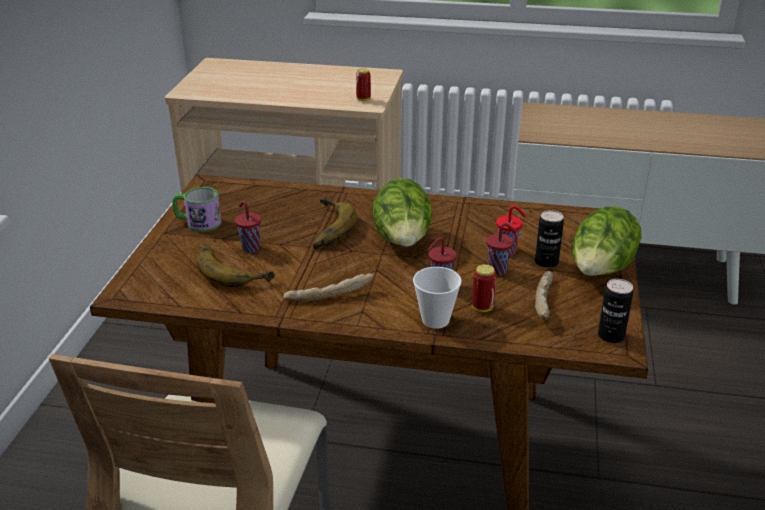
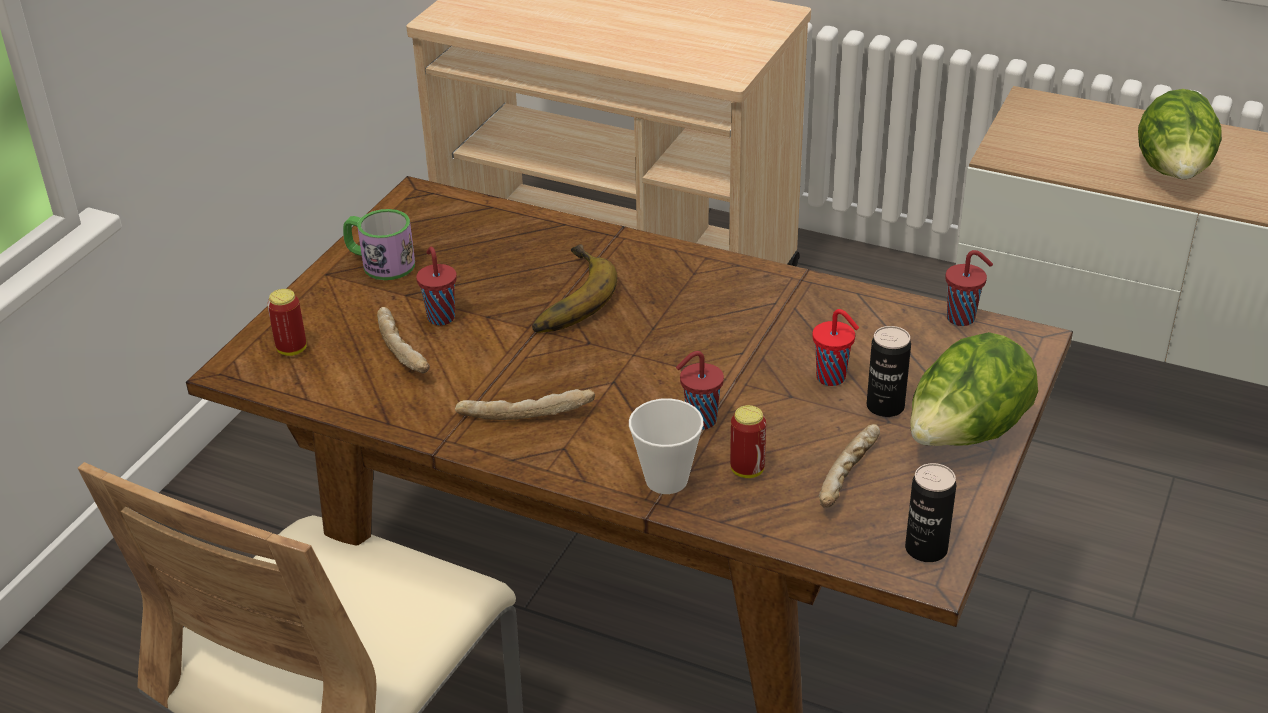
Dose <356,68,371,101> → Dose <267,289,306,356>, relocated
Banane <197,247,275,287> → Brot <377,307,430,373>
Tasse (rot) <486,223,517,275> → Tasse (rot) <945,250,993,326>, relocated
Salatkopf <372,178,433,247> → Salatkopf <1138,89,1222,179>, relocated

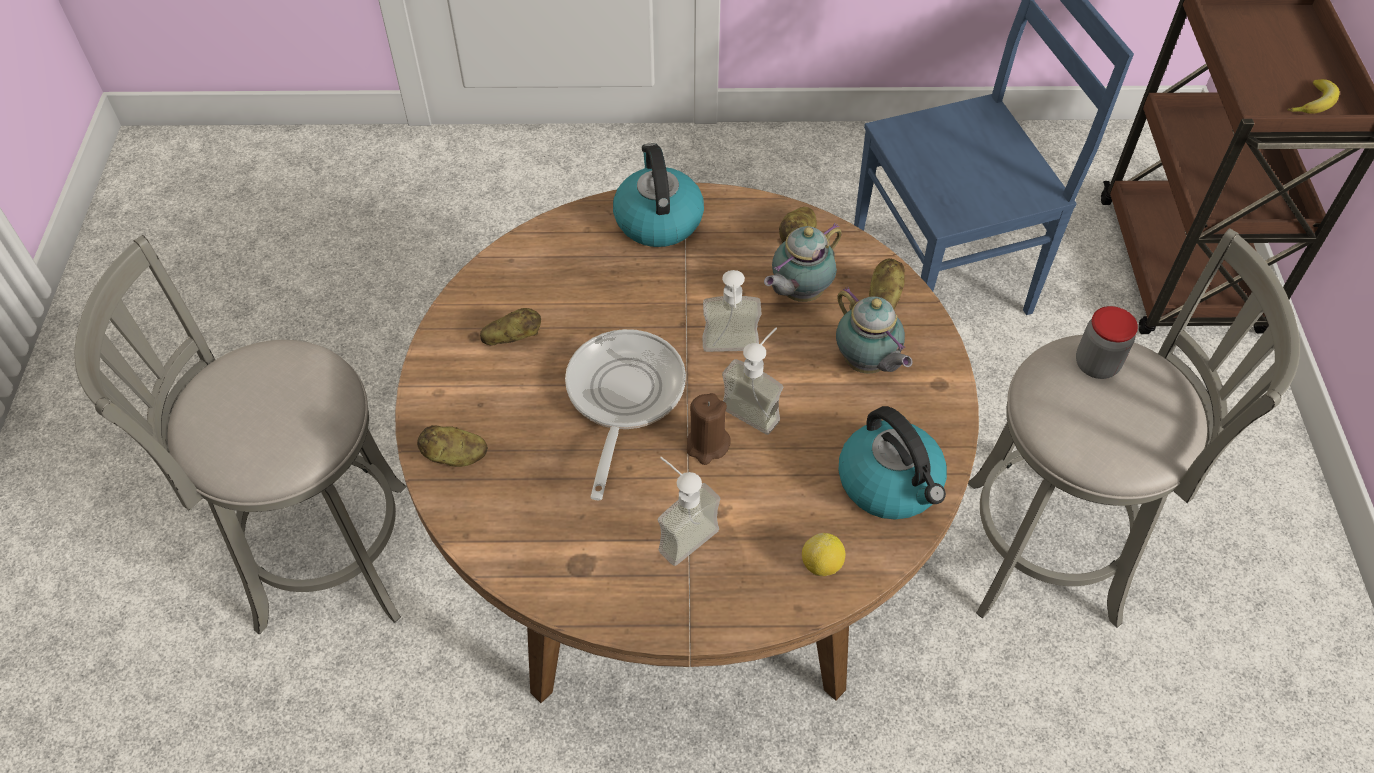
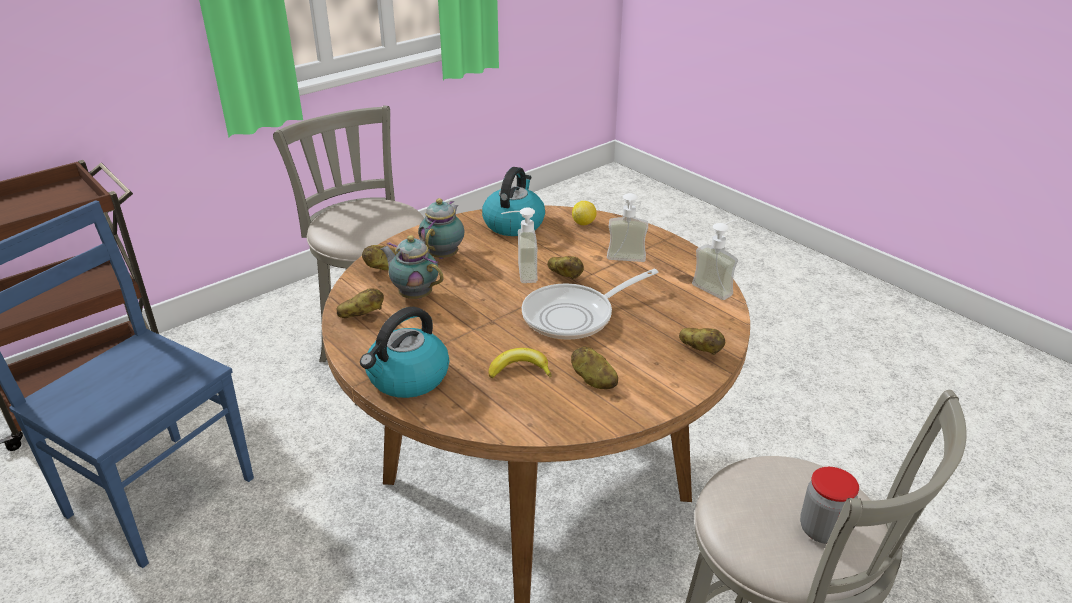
Teekanne <764,223,842,302> → Teekanne <381,235,444,299>, 150 degrees counterclockwise
Banane <1287,79,1340,114> → Banane <489,348,552,378>, relocated
Kerze (braun) <687,393,731,465> → Kartoffel <547,256,584,279>
Seifenspender <702,270,762,352> → Seifenspender <692,219,738,300>, relocated
Vorratsglas <1076,306,1138,379> → Vorratsglas <800,467,859,544>, relocated

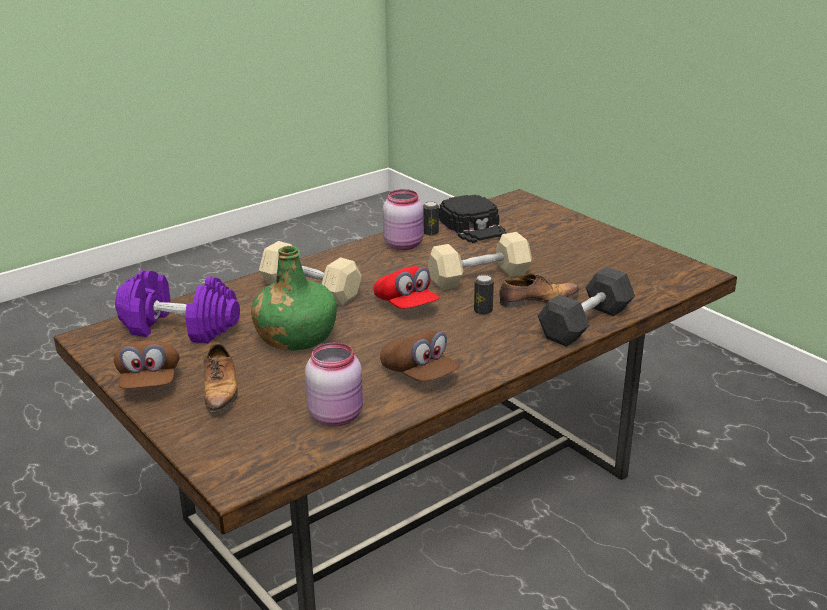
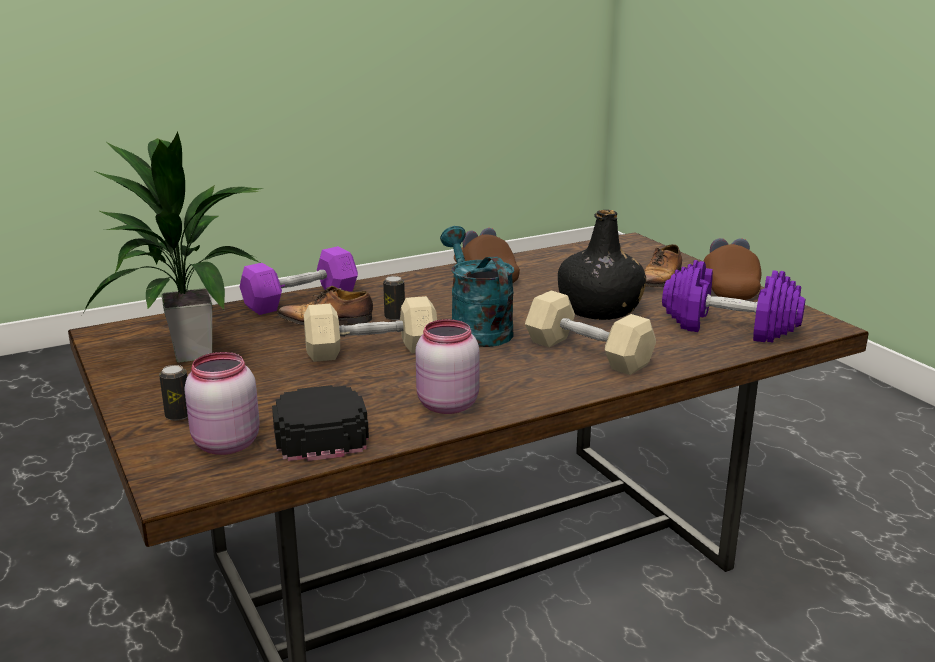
- → Topfpflanze <82,131,264,363>
Dose <423,201,439,236> → Dose <159,365,188,421>, relocated
Vorratsglas (rosa) <305,342,363,427> → Vorratsglas (rosa) <185,352,260,455>, relocated
Hantel (grau) <538,267,635,347> → Hantel (lila) <240,246,358,315>
Kappe (rot) <374,266,439,309> → Gießkanne (türkis) <440,226,514,347>
Flasche (grün) <251,246,337,351> → Flasche (schwarz) <558,210,646,320>
Schuh <204,343,238,412> → Schuh <644,244,682,287>, 150 degrees counterclockwise

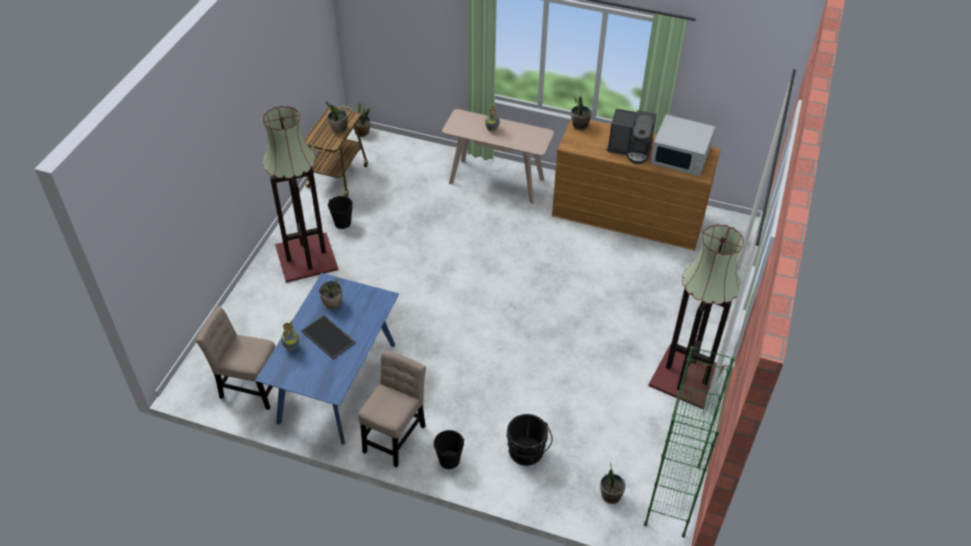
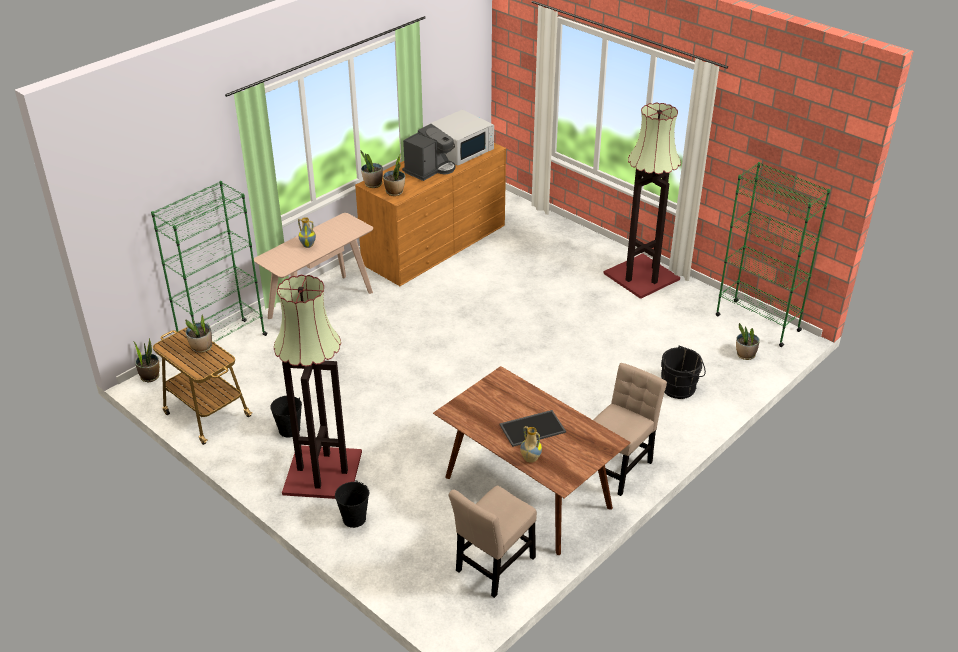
- → Bücherregal (grün) <151,181,267,342>
Eimer (schwarz) <434,430,464,469> → Eimer (schwarz) <335,480,369,528>, relocated
Topfpflanze <319,277,343,309> → Topfpflanze <383,154,405,196>, relocated
Esstisch (blau) <255,273,399,445> → Esstisch (braun) <433,366,631,555>
Stuhl (beige) <358,350,426,467> → Stuhl (beige) <587,363,667,496>, 75 degrees clockwise

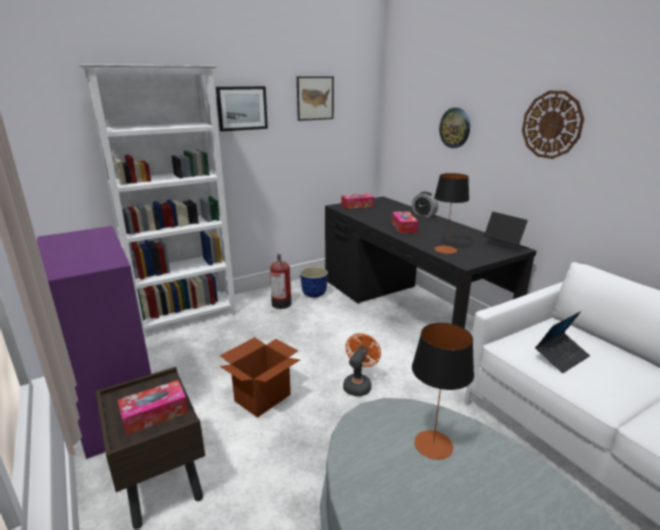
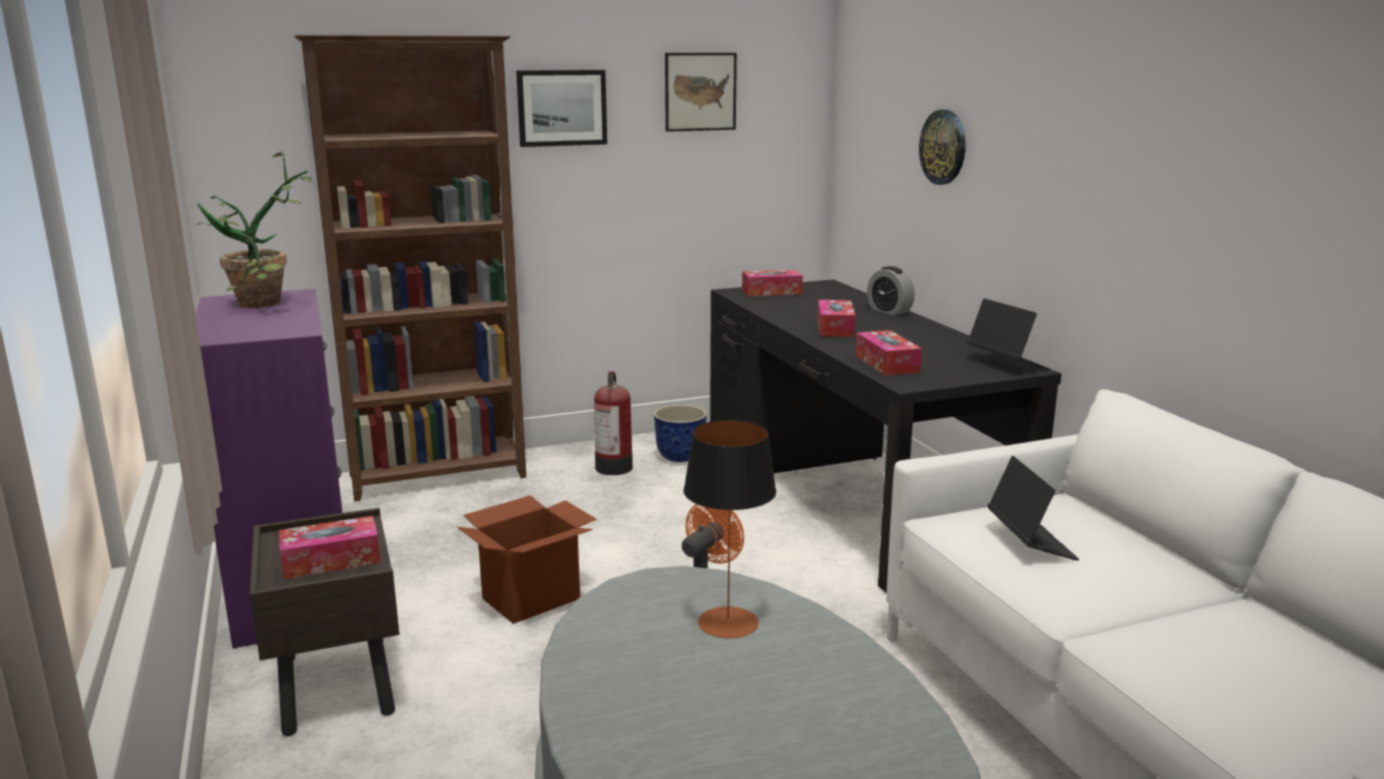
- → Topfpflanze <196,152,313,308>
Bücherregal (weiß) <79,64,236,338> → Bücherregal (braun) <294,35,526,501>
Tischlampe <434,173,469,254> → Taschentuchbox <855,330,922,376>
Laptop <535,312,590,373> → Laptop <988,456,1079,561>, 75 degrees counterclockwise
Wanduhr <522,91,584,159> → -

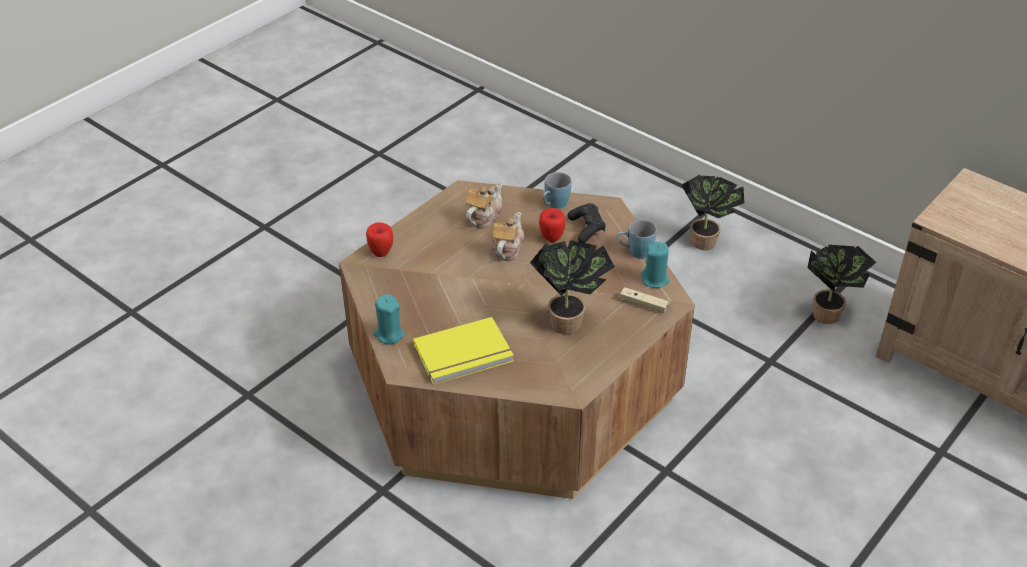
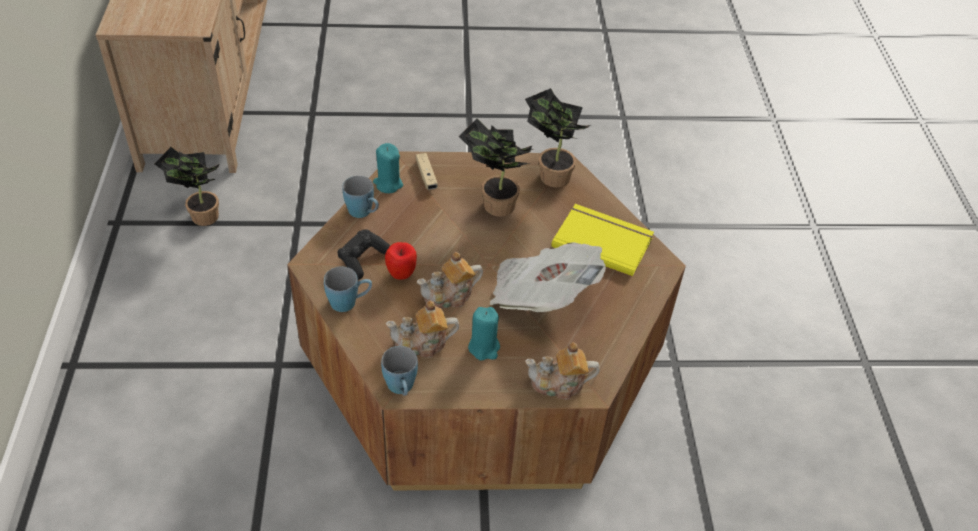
- → Henkelbecher (blau) <381,346,418,396>
Kerze (türkis) <373,294,405,345> → Kerze (türkis) <468,307,500,361>, relocated
- → Zeitung <490,242,606,312>
Topfpflanze <681,174,744,250> → Topfpflanze <525,88,591,187>, relocated
Apfel <366,222,393,257> → Teekanne <525,342,600,400>

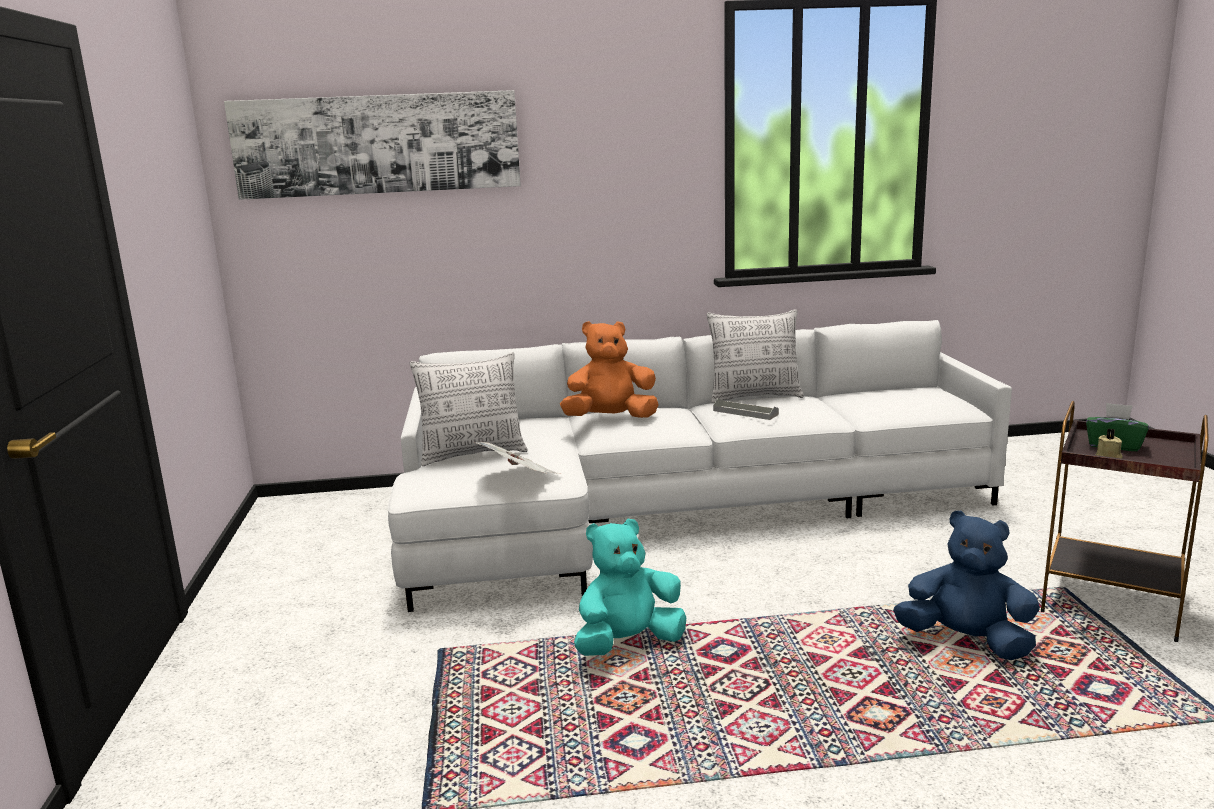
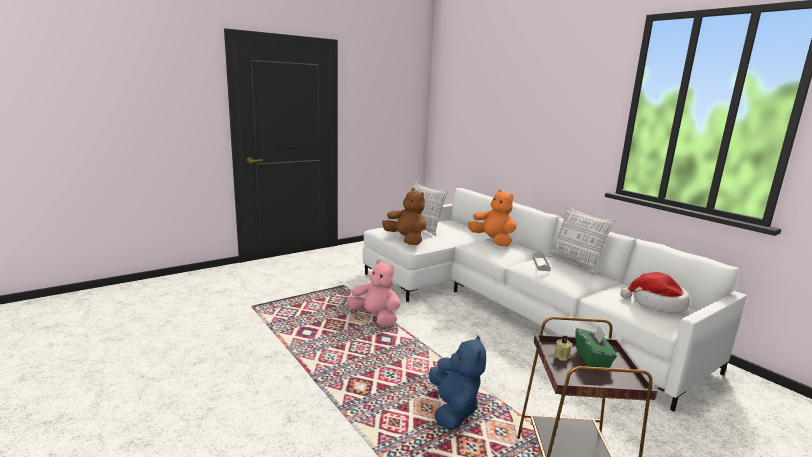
Plüschtier (türkis) <574,519,686,656> → Plüschtier (rosa) <346,260,400,326>
Zeitung <473,442,561,474> → Plüschtier (braun) <382,188,426,245>
- → Hut <620,272,690,313>
Bild <224,90,521,200> → -

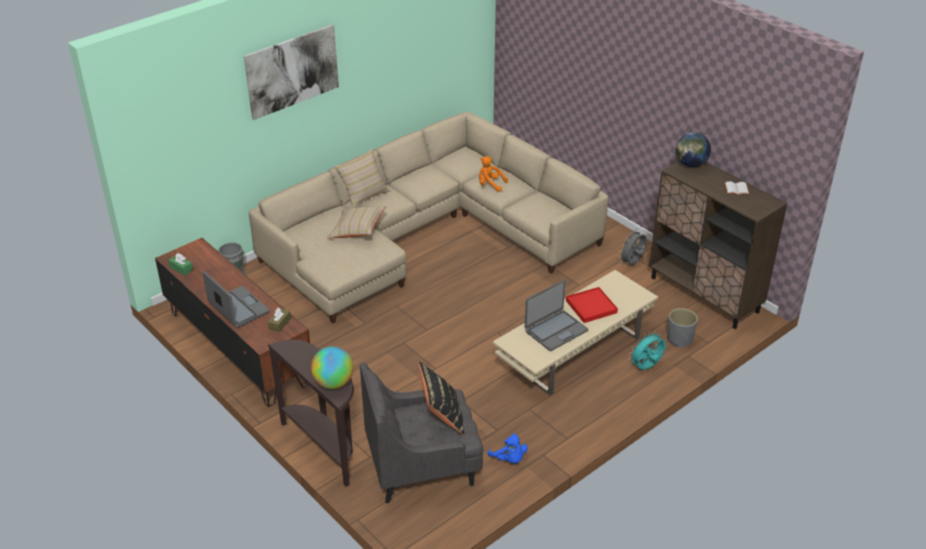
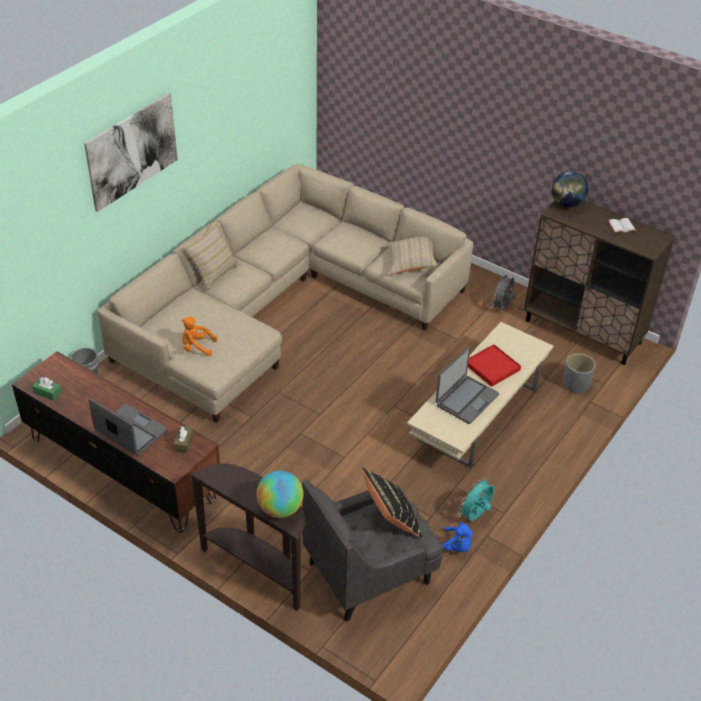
Plüschtier (orange) <479,156,508,192> → Plüschtier (orange) <181,317,217,356>, relocated
Kissen (beige) <327,206,386,238> → Kissen (beige) <386,236,437,275>, relocated
Ventilator (türkis) <629,331,666,370> → Ventilator (türkis) <458,477,495,521>, relocated

